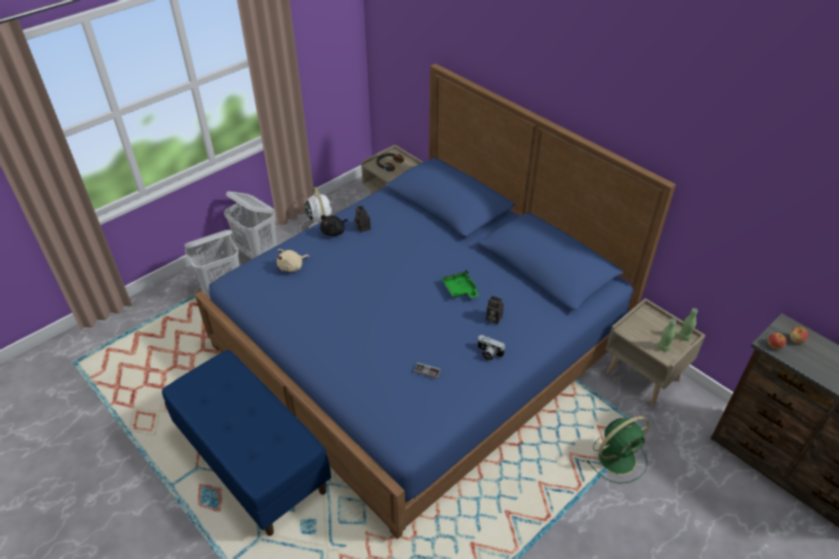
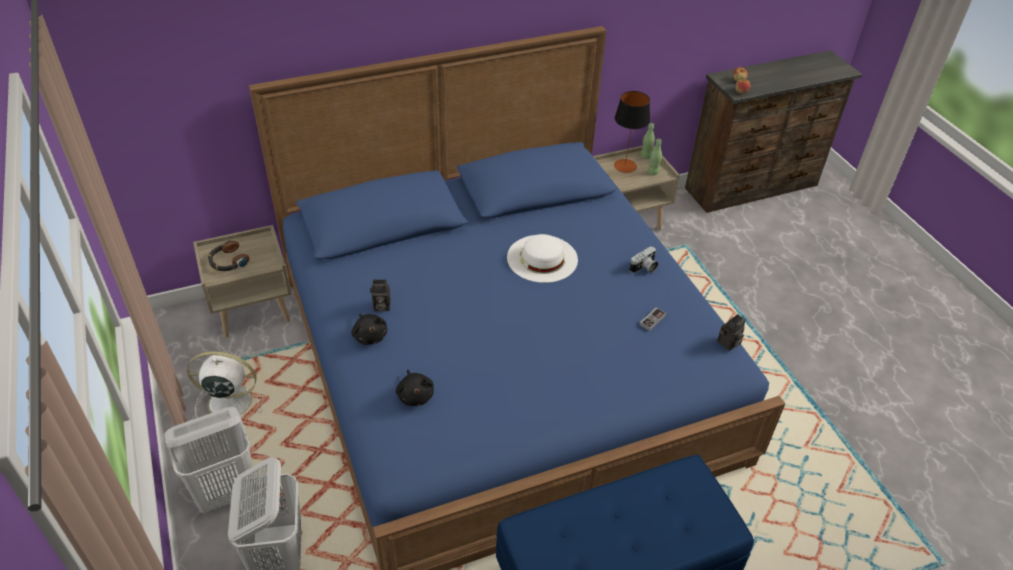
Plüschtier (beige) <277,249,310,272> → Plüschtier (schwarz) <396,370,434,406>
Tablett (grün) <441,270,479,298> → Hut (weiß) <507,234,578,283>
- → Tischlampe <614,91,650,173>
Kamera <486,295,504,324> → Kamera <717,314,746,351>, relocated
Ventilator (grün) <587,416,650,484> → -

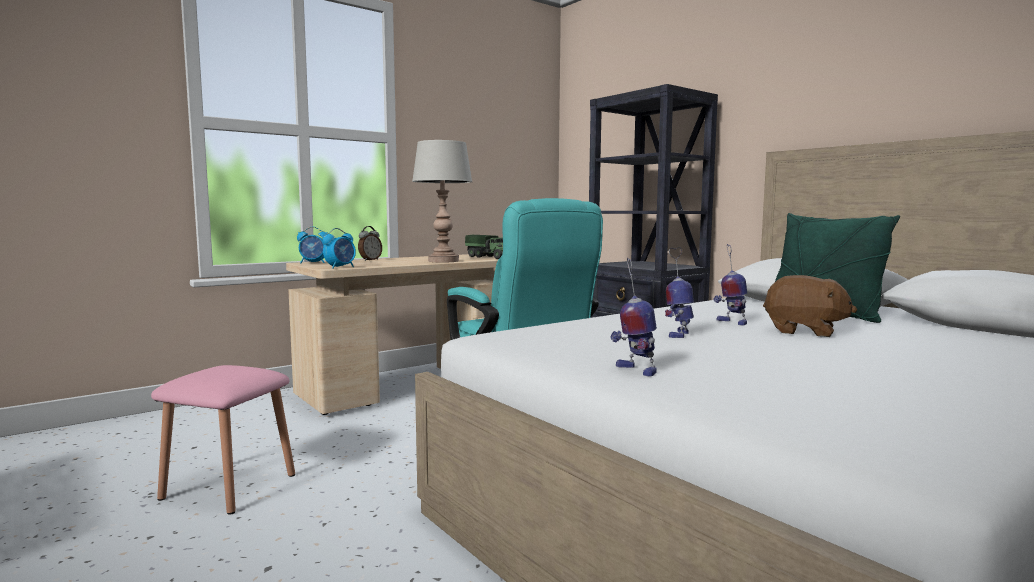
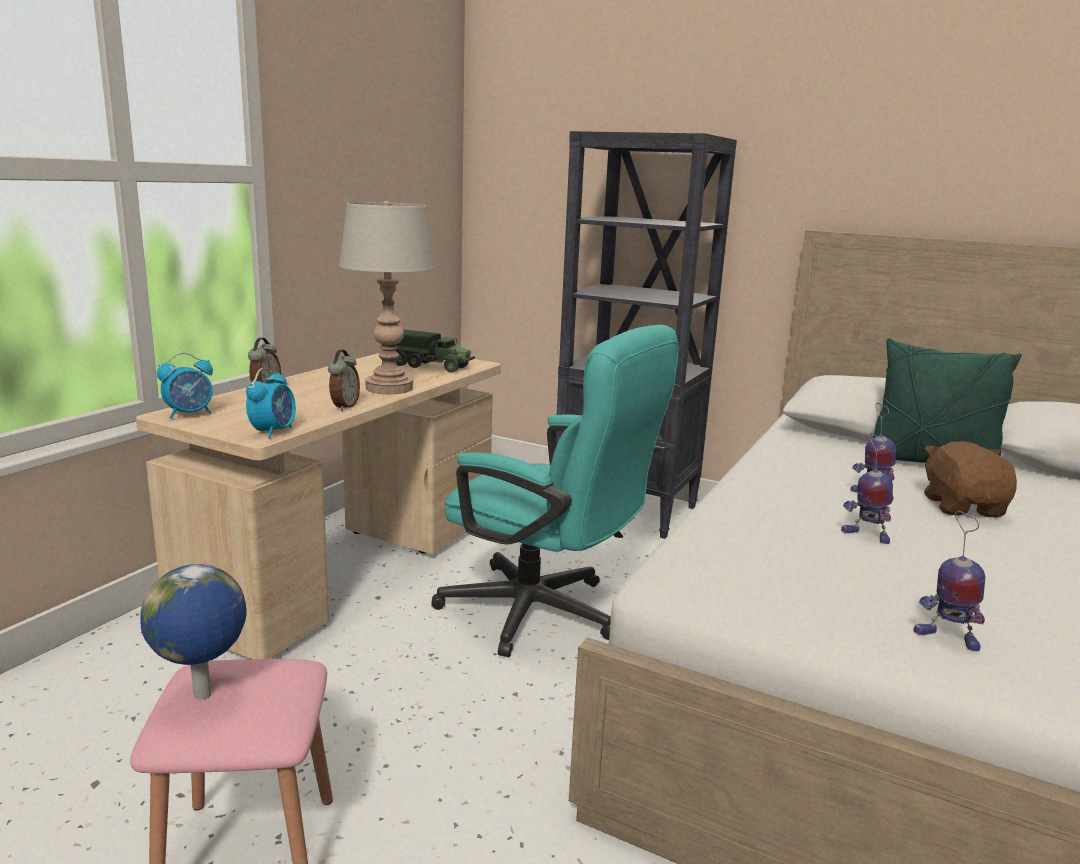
- → Globus <140,564,247,700>
- → Wecker <328,350,360,411>
Spielzeugroboter <665,247,694,338> → Spielzeugroboter <841,433,893,544>, 60 degrees counterclockwise
Plüschtier (braun) <763,275,857,337> → Plüschtier (braun) <924,441,1017,517>, 90 degrees counterclockwise

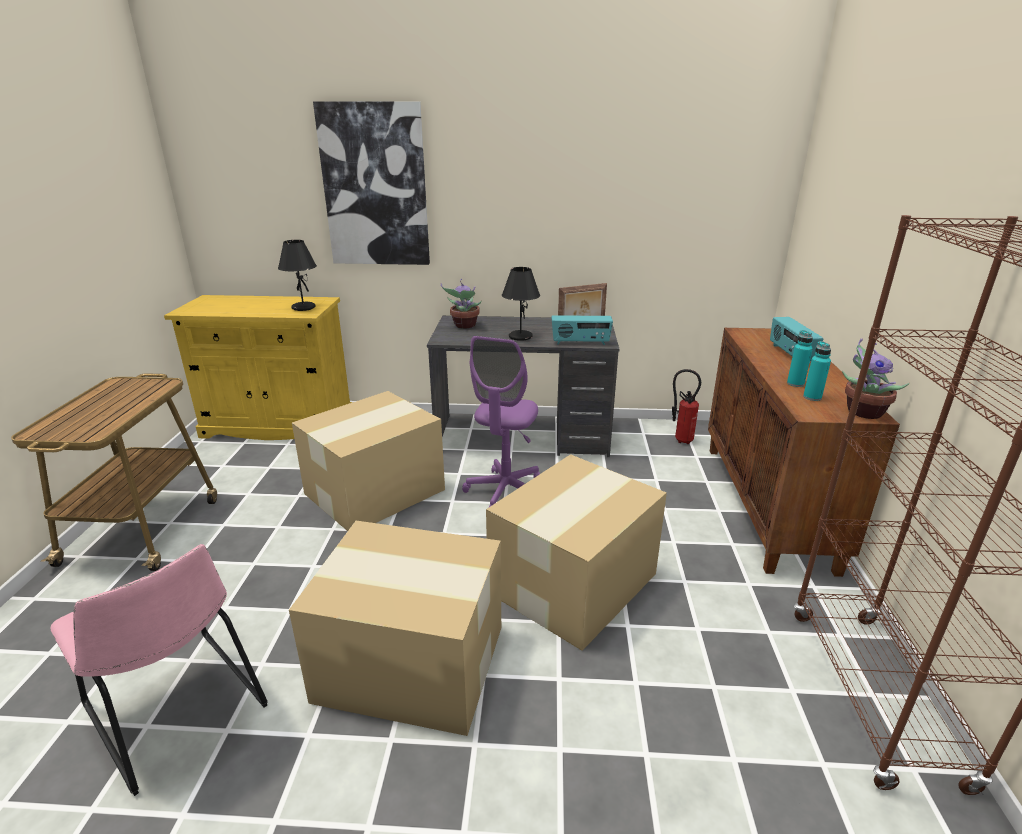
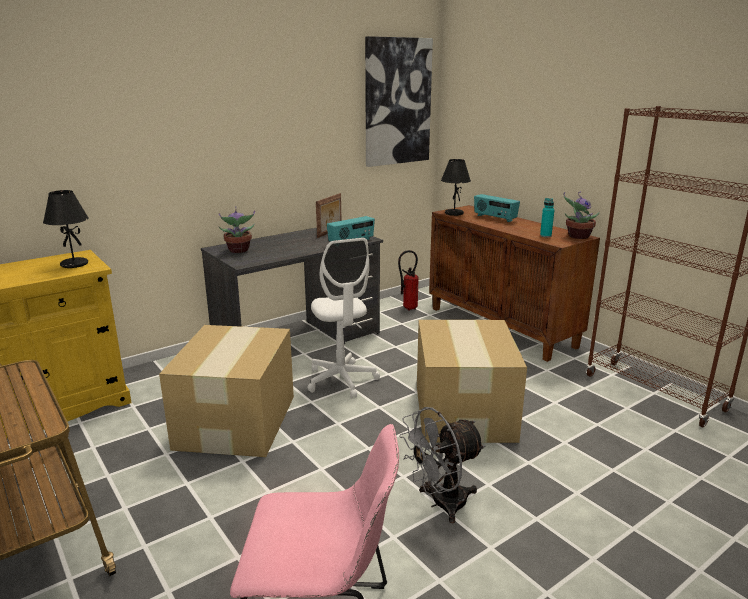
Bürostuhl (lila) <462,336,540,508> → Bürostuhl (weiß) <308,238,380,398>
Bild <313,101,430,265> → Bild <365,36,433,167>, relocated
Karton <289,521,501,736> → Ventilator (grau) <399,407,485,523>
Tischlampe (schwarz) <502,267,540,341> → Tischlampe (schwarz) <441,159,471,216>, relocated
Flasche (türkis) <787,330,813,387> → -

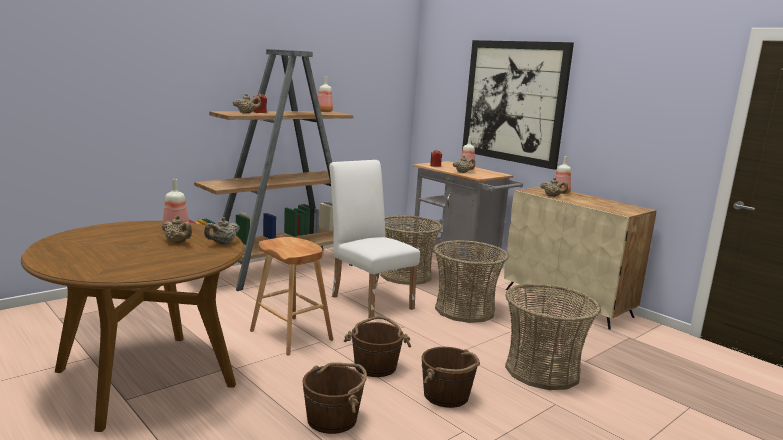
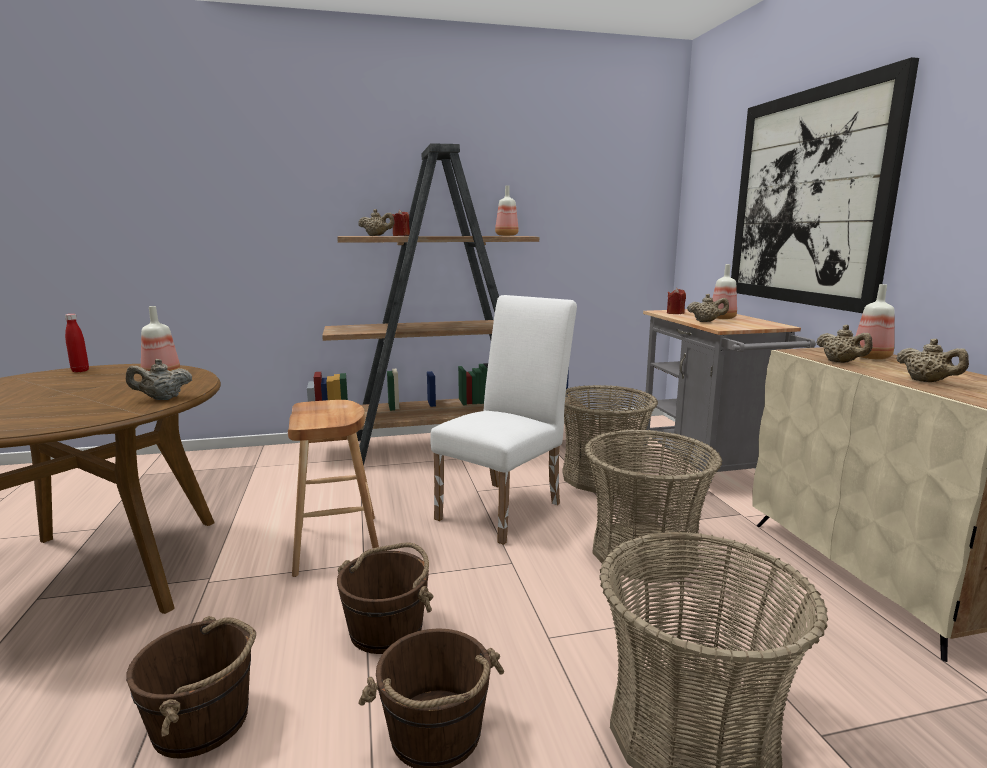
- → Flasche (rot) <65,314,89,372>
Stuhl (weiß) <329,160,420,318> → Stuhl (weiß) <430,295,577,545>, 45 degrees clockwise
Teekanne (beige) <162,216,192,243> → Teekanne (beige) <896,339,969,382>, relocated

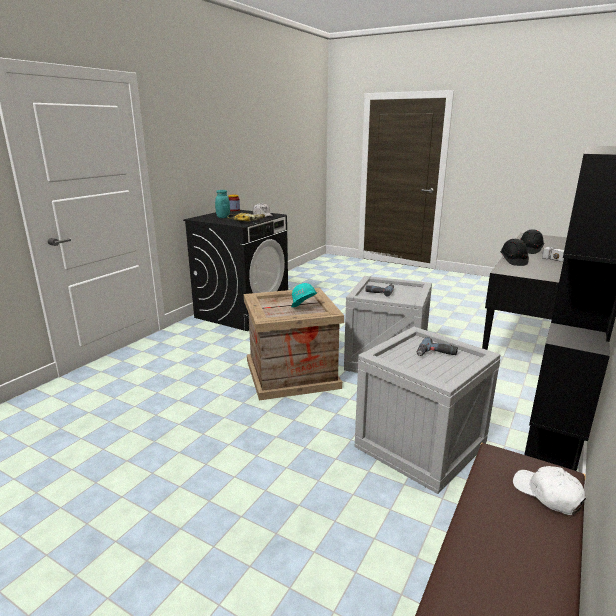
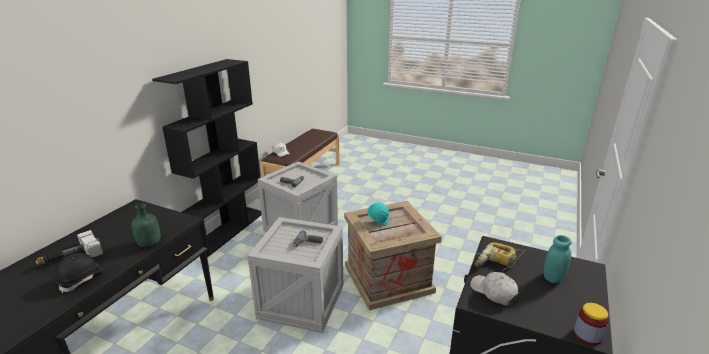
Schutzhelm (schwarz) <500,239,529,266> → Flasche (grün) <131,203,161,247>

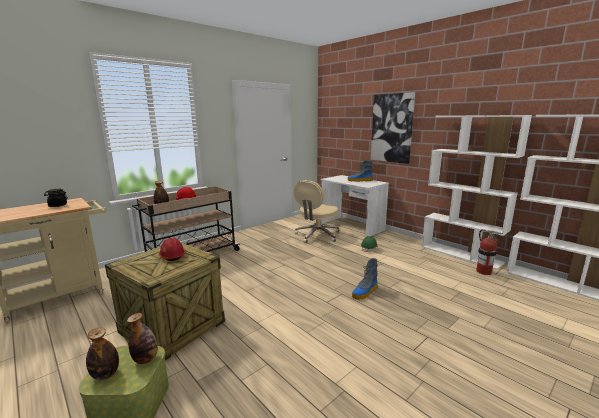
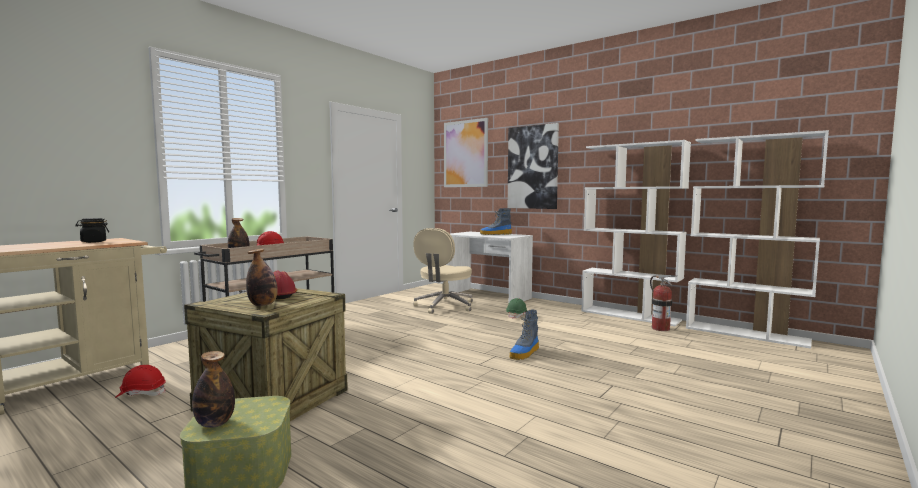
- → Schutzhelm (rot) <115,365,166,398>
Flasche <127,313,158,364> → Flasche <246,248,278,306>, relocated
- → Bild <444,118,488,187>

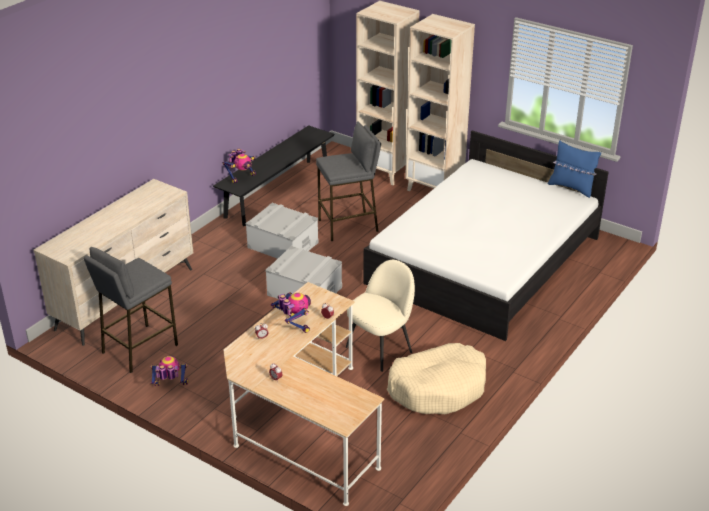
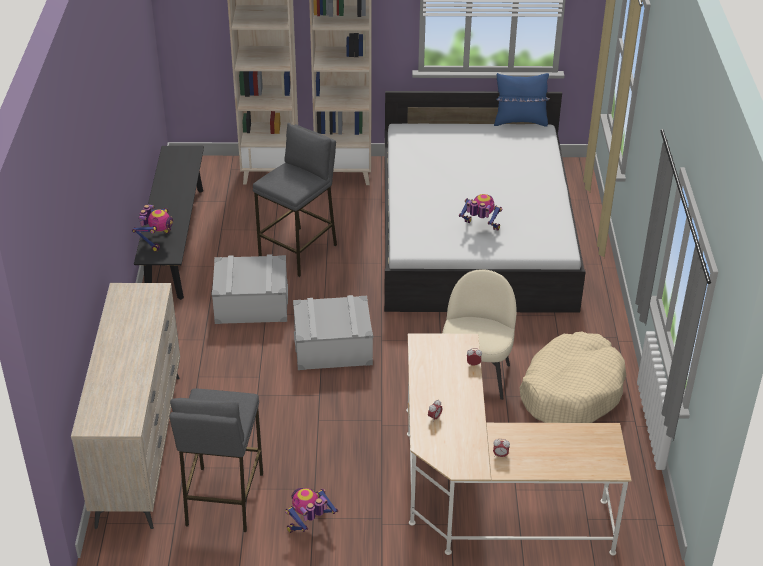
Spielzeugroboter <271,292,311,333> → Spielzeugroboter <459,194,502,231>, relocated

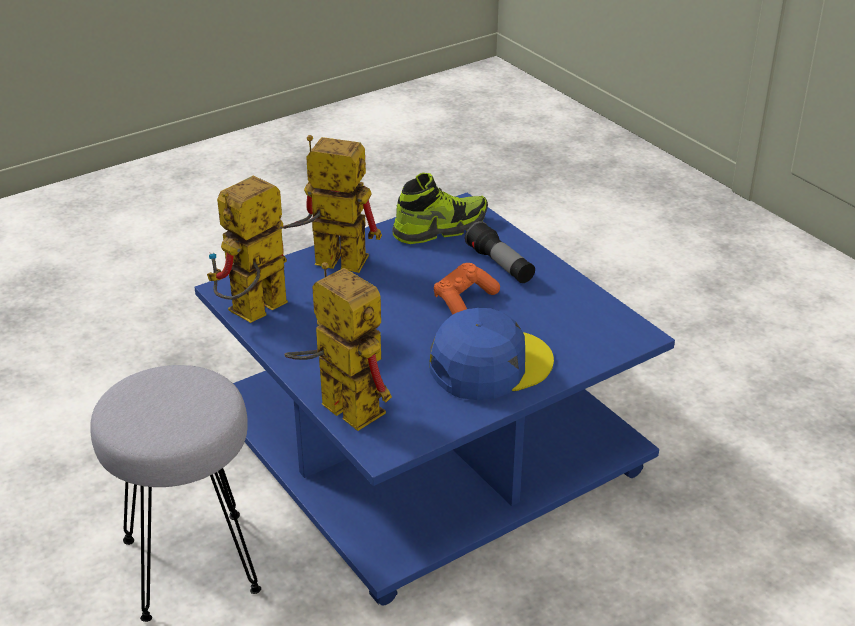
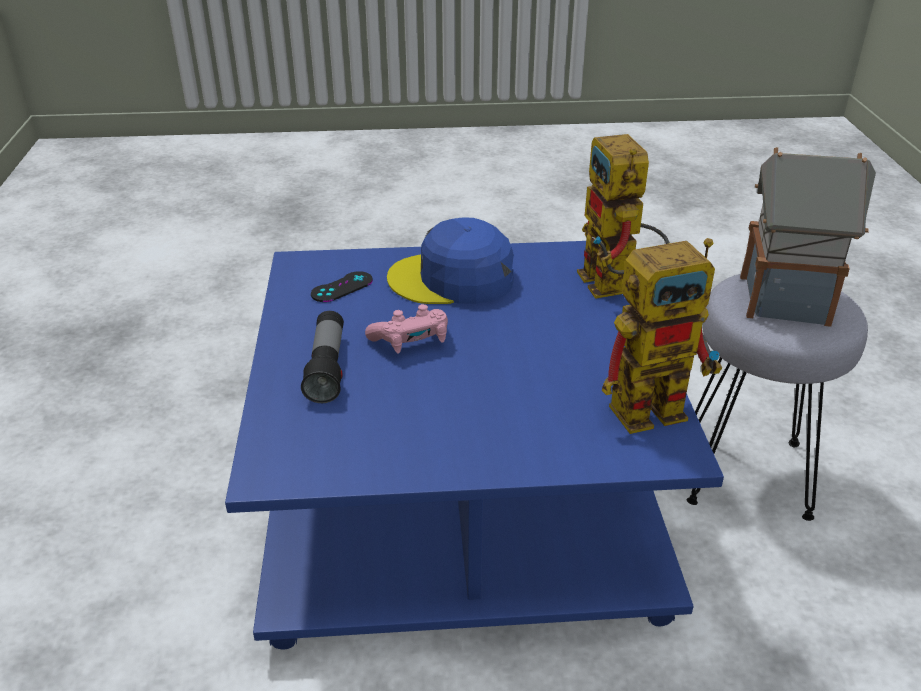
- → Gamepad (schwarz) <311,271,373,302>
Gamepad (orange) <434,263,500,315> → Gamepad (rosa) <365,304,448,353>
- → Spielzeughaus <740,147,876,327>
Spielzeugroboter <283,135,382,273> → -
Schuh <392,173,488,244> → -

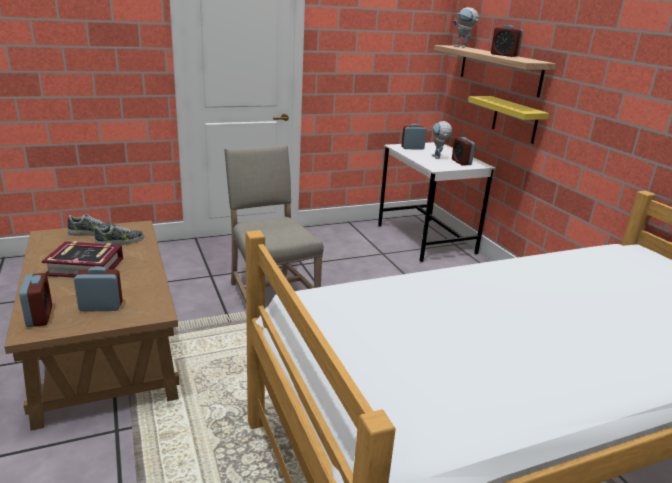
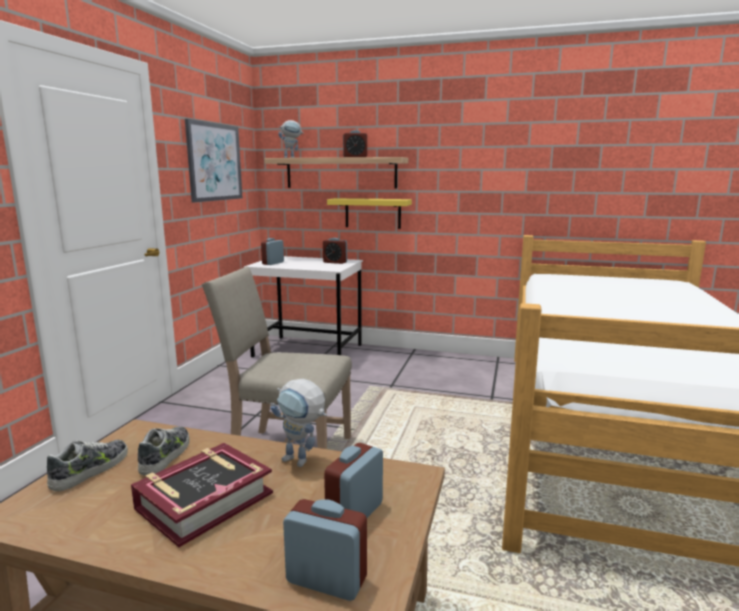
- → Bild <185,119,242,203>
Spielzeugroboter <432,121,452,159> → Spielzeugroboter <270,379,327,467>, relocated

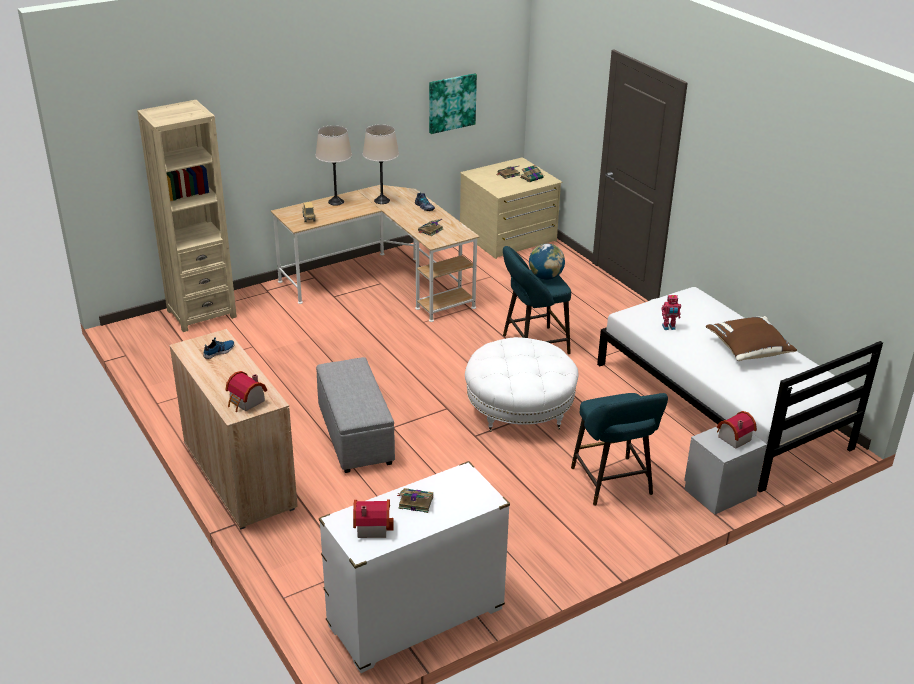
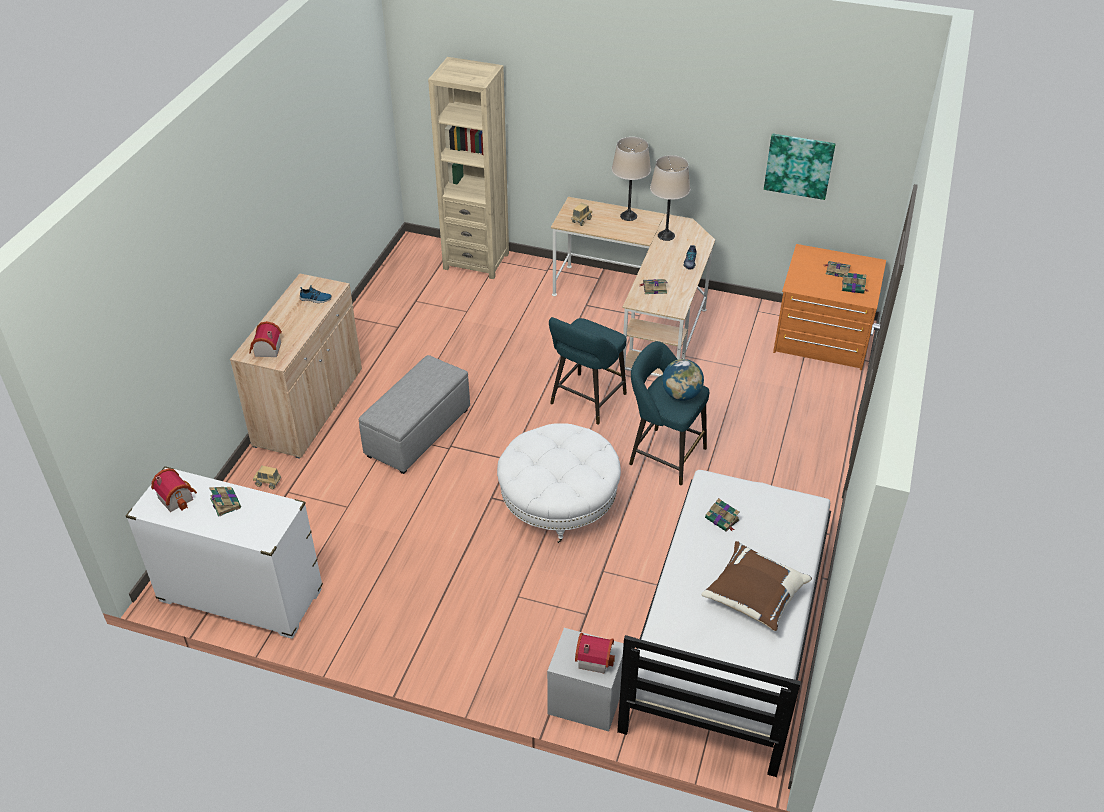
- → Spielzeuglaster <253,466,281,489>
Hocker (türkis) <571,393,668,506> → Hocker (türkis) <549,317,627,425>, relocated
Spielzeugroboter <661,295,681,330> → Buch <705,498,739,532>
Kommode (beige) <460,157,562,259> → Kommode (orange) <773,244,886,370>

